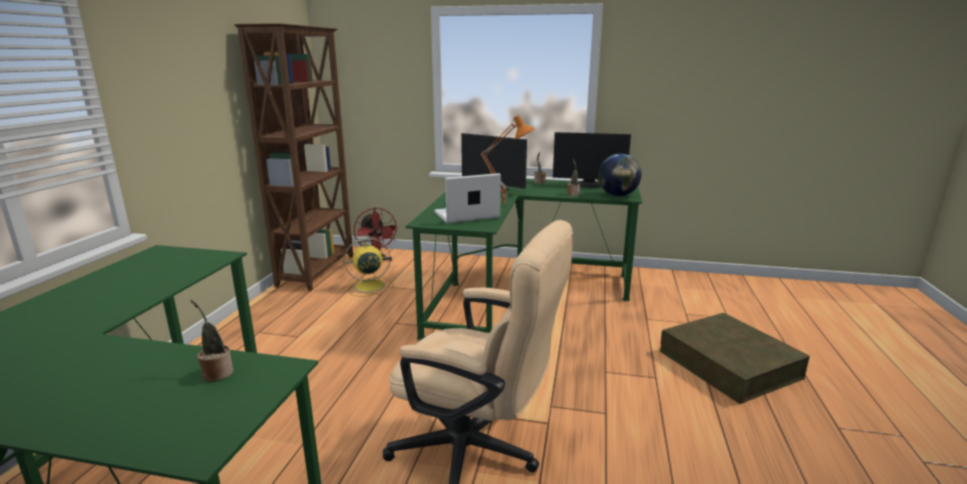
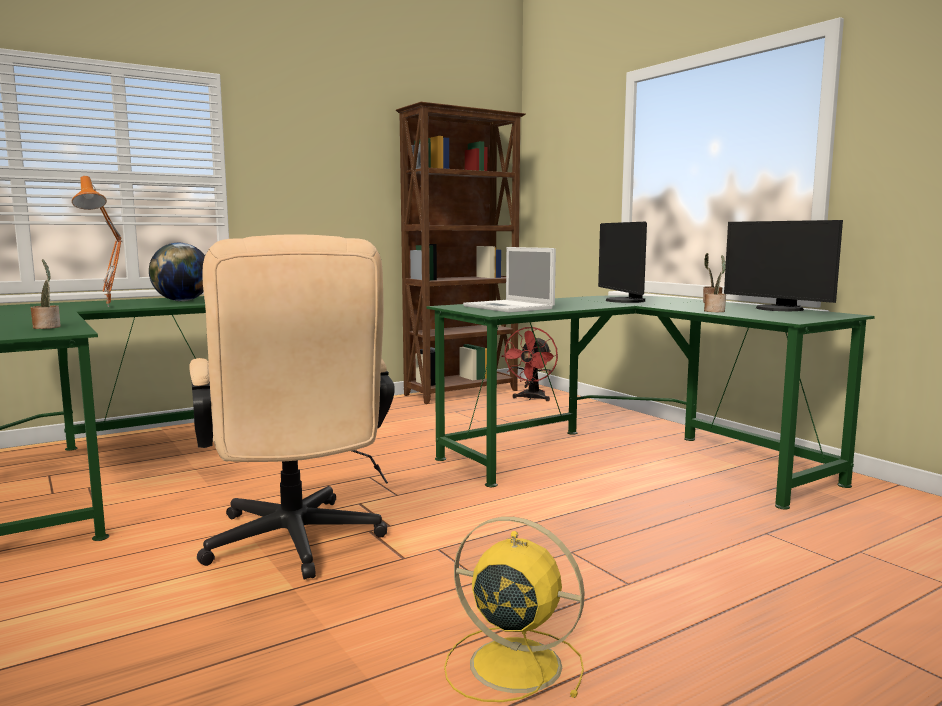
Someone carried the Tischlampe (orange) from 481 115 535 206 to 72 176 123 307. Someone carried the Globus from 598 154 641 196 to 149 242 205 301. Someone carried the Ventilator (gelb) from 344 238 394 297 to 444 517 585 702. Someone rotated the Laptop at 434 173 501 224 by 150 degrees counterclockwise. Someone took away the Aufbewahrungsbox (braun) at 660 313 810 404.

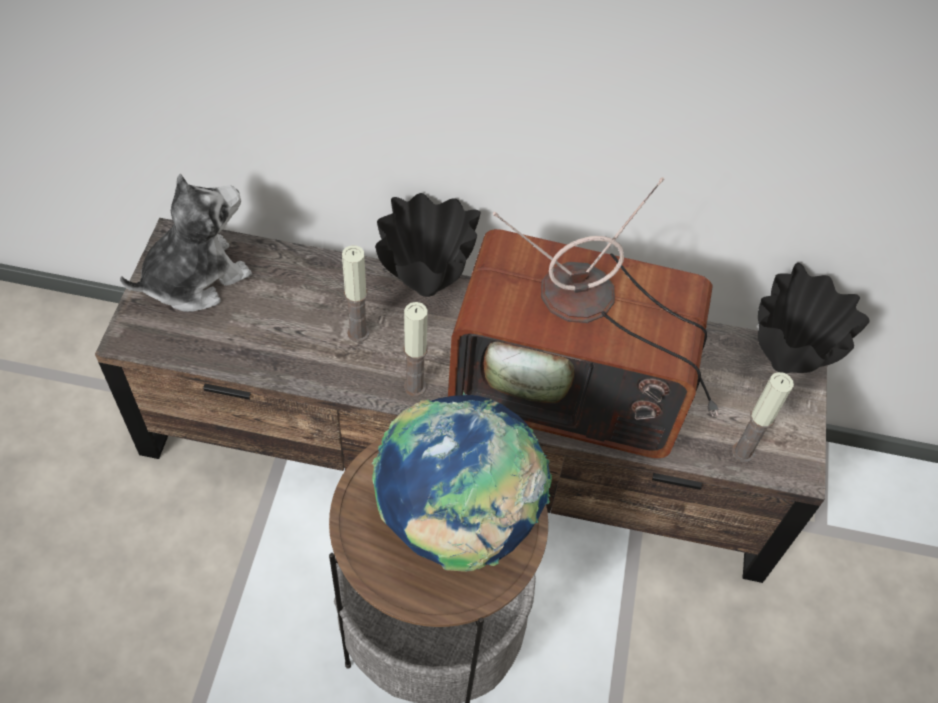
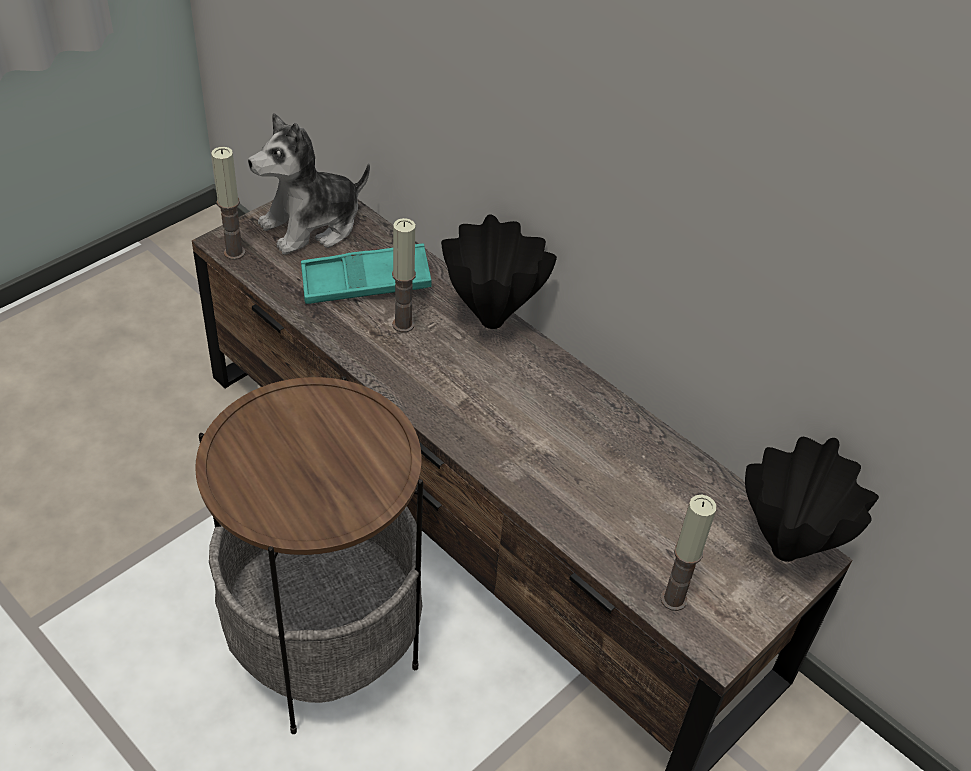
Someone carried the Kerze from 403 302 428 396 to 211 147 245 260. Someone rotated the Plüschtier at 120 174 252 312 by 150 degrees clockwise. Someone put down the Tablett (türkis) at 301 243 432 304. Someone took away the Globus at 372 391 552 572. Someone took away the Fernseher at 448 177 719 458.

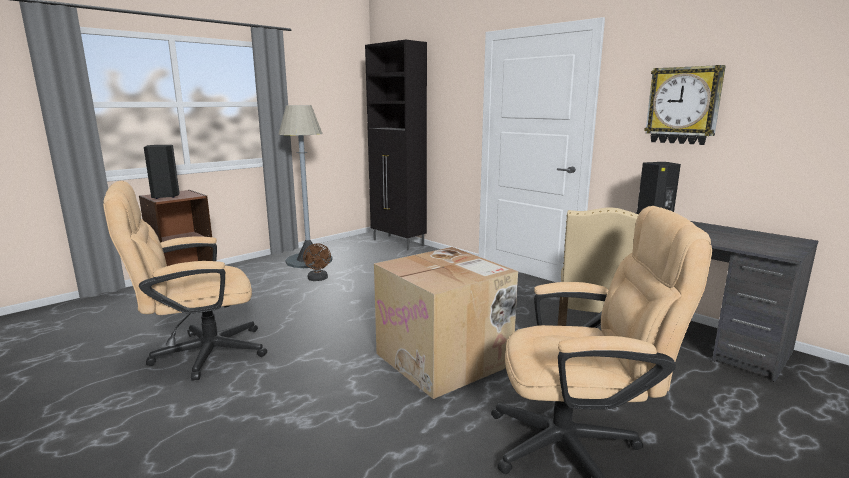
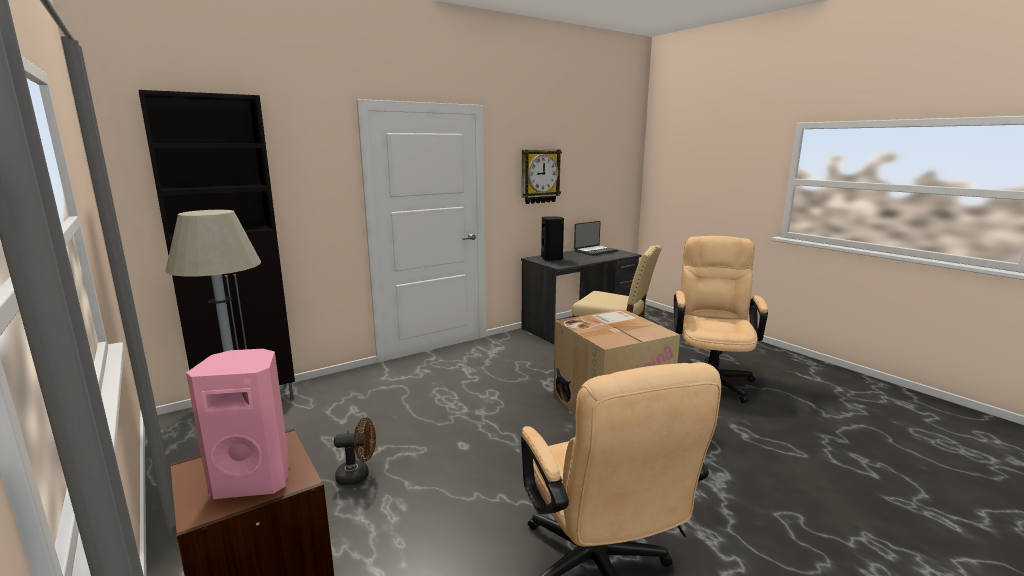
Someone repainted the Lautsprecher (schwarz) at 144 145 180 199, which became the Lautsprecher (rosa) at 186 349 290 499. Someone put down the Laptop at 574 221 617 256.

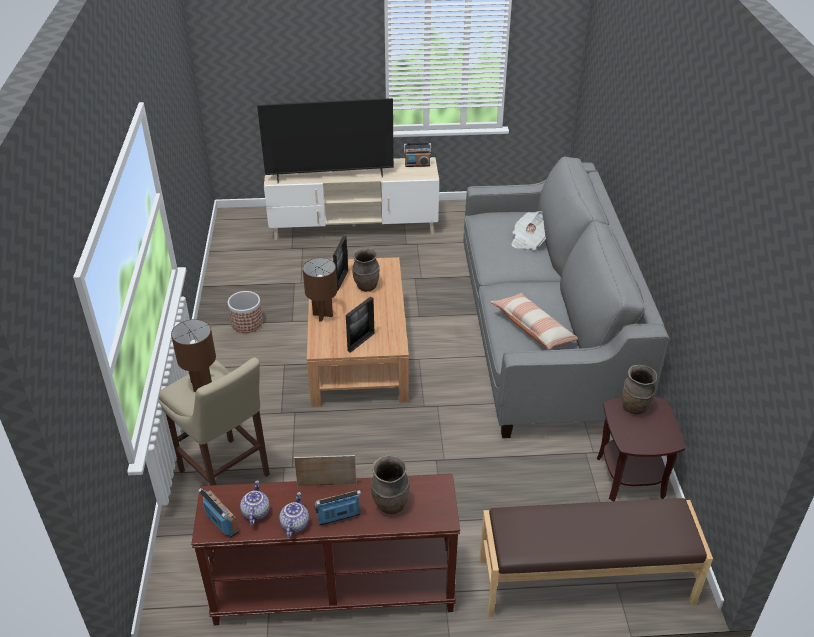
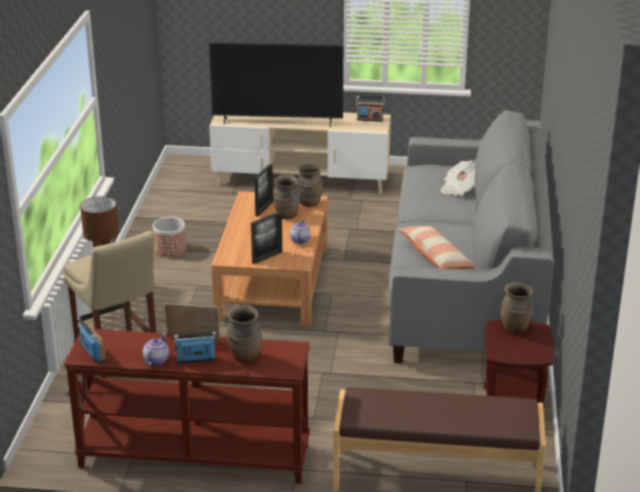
Someone carried the Teekanne from 240 480 270 526 to 290 219 311 244. Someone put down the Vase (braun) at 297 164 323 207. Someone took away the Tischlampe (braun) at 303 258 337 322.

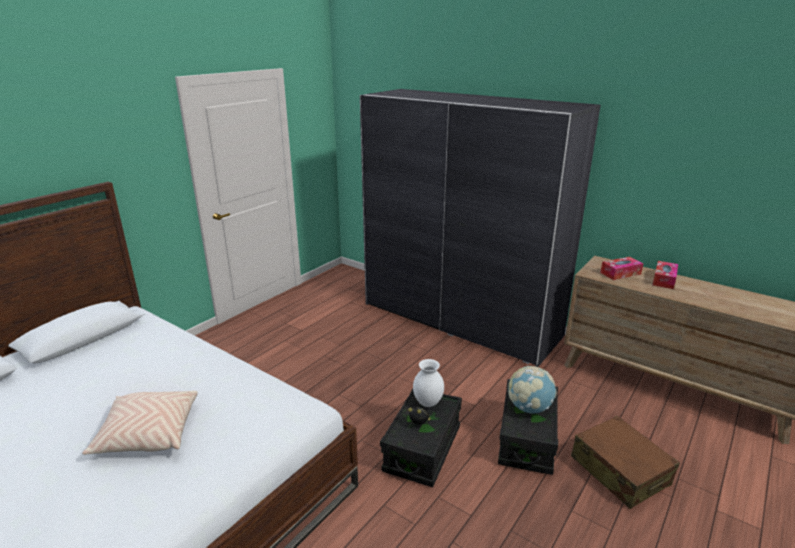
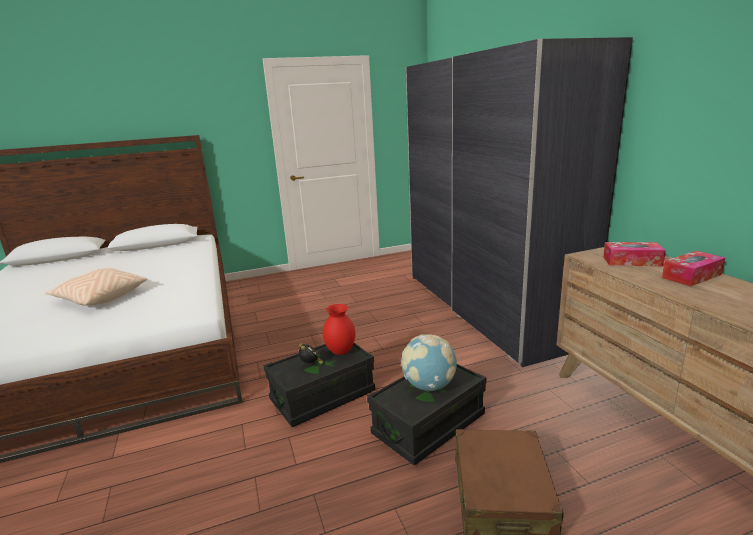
Someone repainted the Vase (weiß) at 413 359 444 407, which became the Vase (rot) at 323 304 356 355.

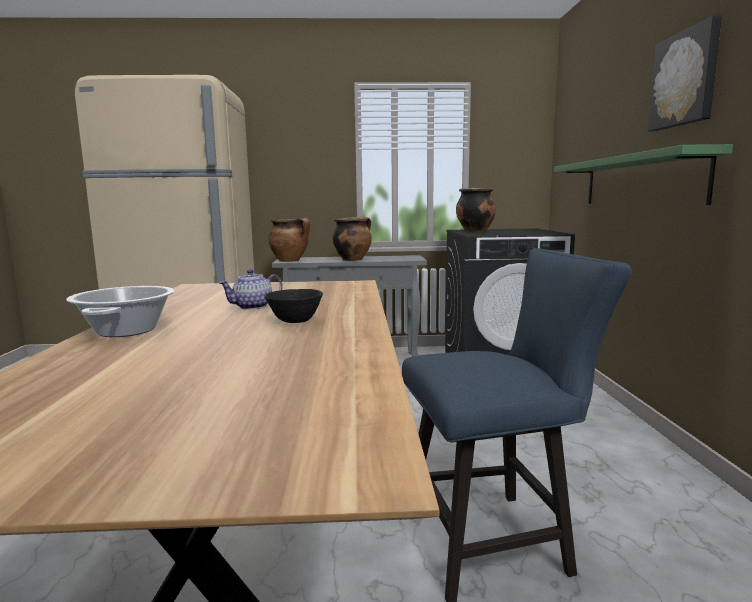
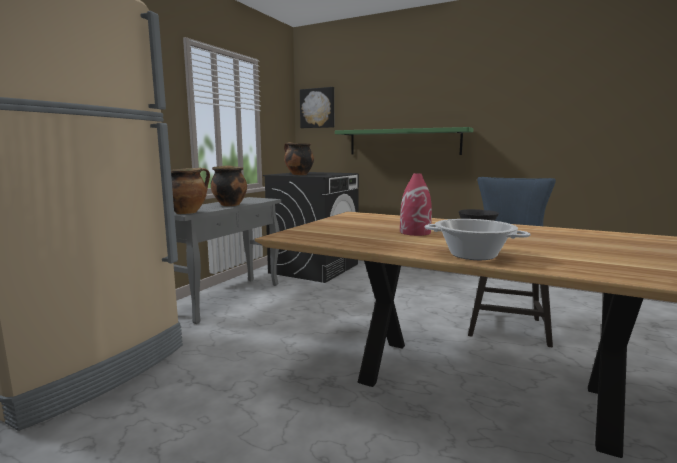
Someone carried the Bild from 648 15 722 132 to 300 87 334 128. Someone swapped the Teekanne at 219 269 283 310 for the Vase (rot) at 400 173 432 236.

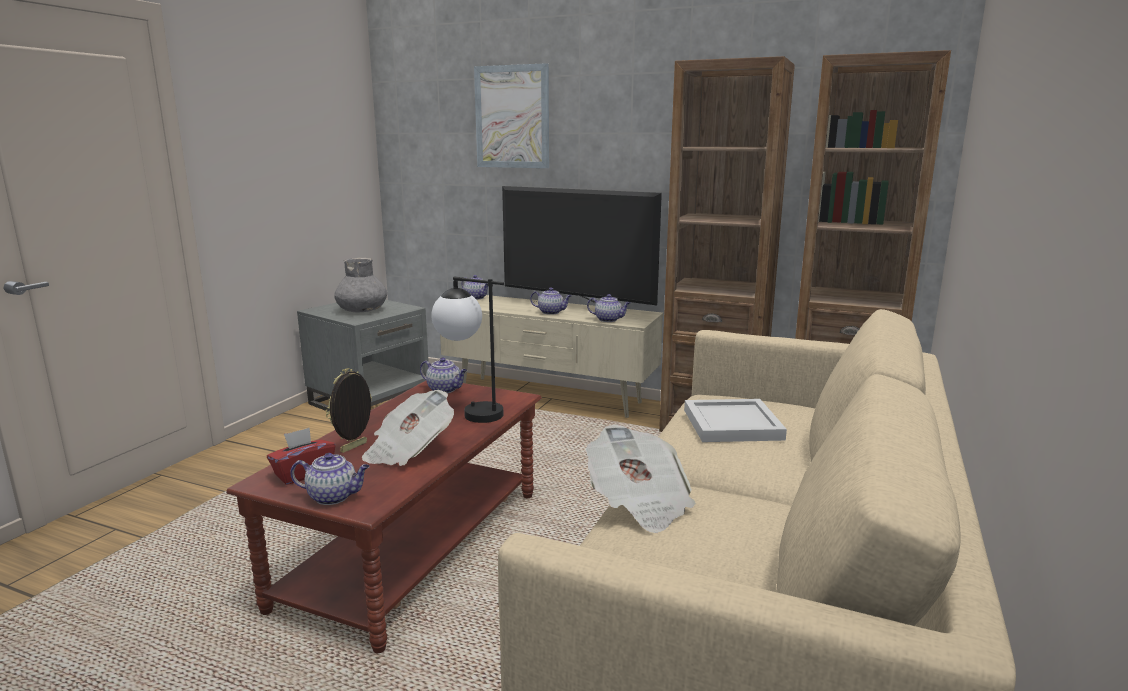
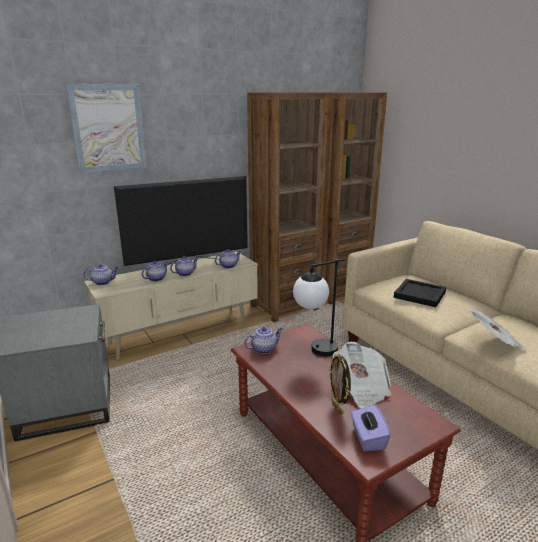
Someone carried the Teekanne from 290 453 370 505 to 142 261 169 281. Someone repainted the Taschentuchbox (rot) at 267 428 335 485, which became the Taschentuchbox (lila) at 351 405 390 451. Someone repainted the Tablett (weiß) at 684 399 787 442, which became the Tablett (schwarz) at 394 279 446 307. Someone took away the Vase (grau) at 334 258 387 312.

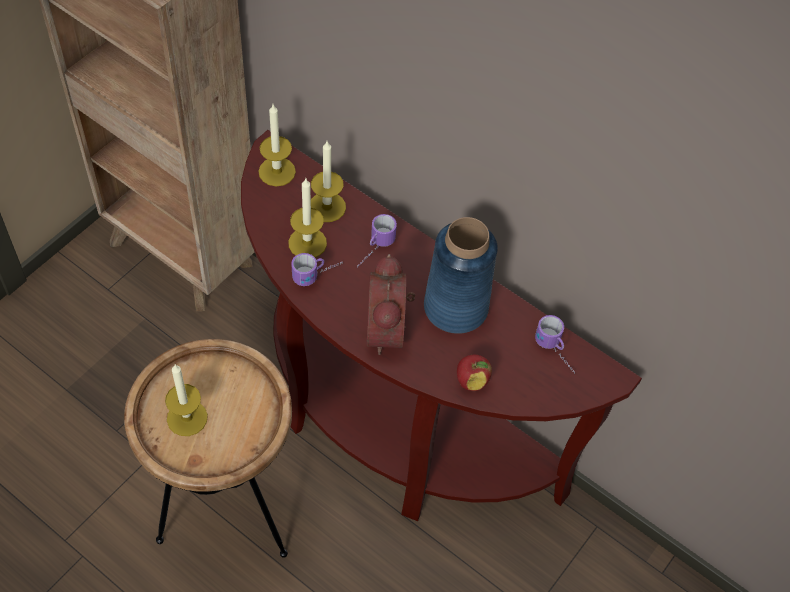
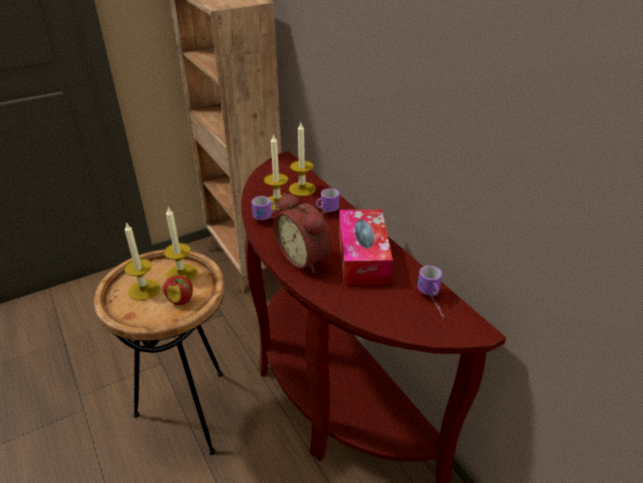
Someone carried the Apfel from 457 355 492 391 to 163 276 193 305. Someone carried the Kerze from 259 104 296 186 to 164 207 197 281. Someone rotated the Wecker at 366 254 415 355 by 60 degrees counterclockwise. Someone swapped the Vase (blau) at 424 217 498 334 for the Taschentuchbox at 339 209 393 285.

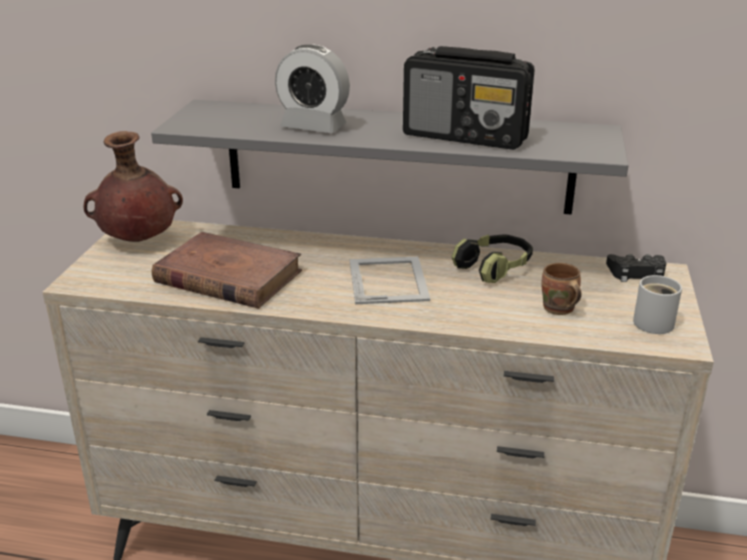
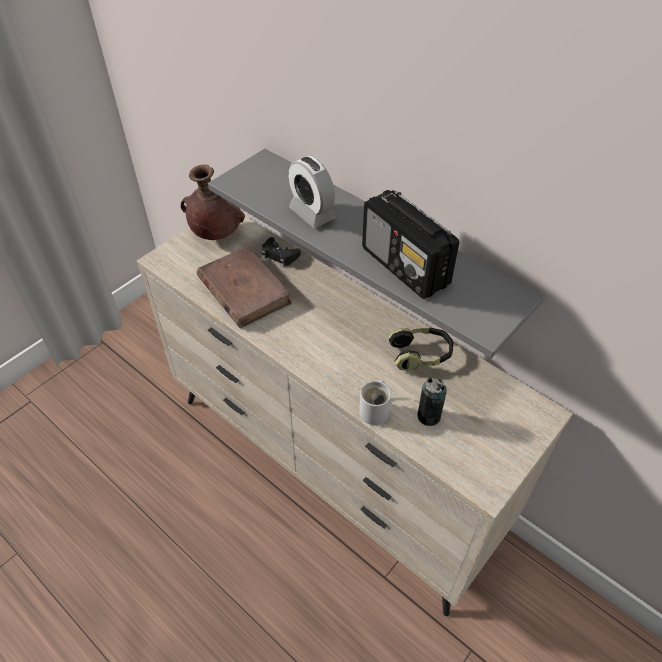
Someone carried the Gamepad (schwarz) from 606 254 666 282 to 262 237 301 267. Someone carried the Henkelbecher (weiß) from 633 275 682 334 to 359 380 391 425. Someone swapped the Henkelbecher (braun) at 541 263 582 315 for the Dose at 417 377 447 426. Someone took away the Bilderrahmen at 350 257 430 304.

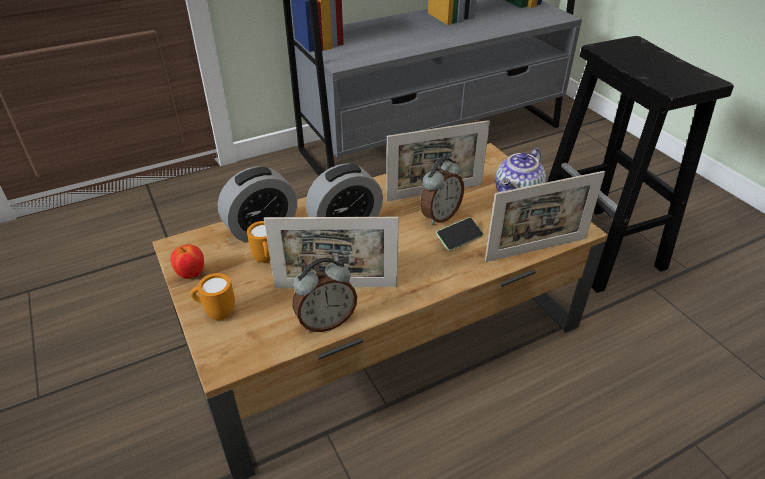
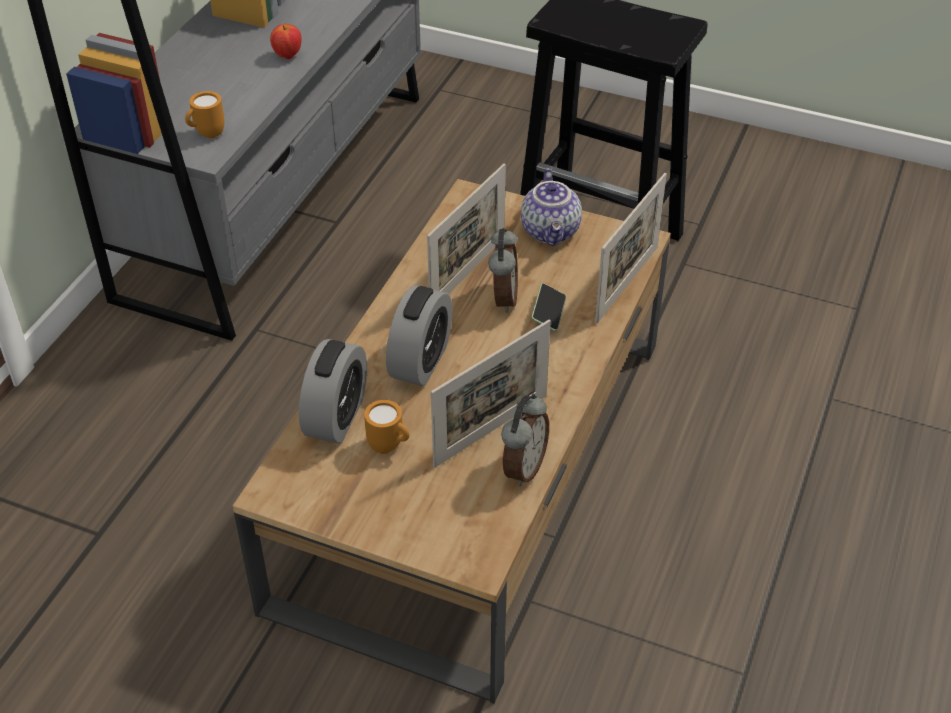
Someone carried the Henkelbecher (orange) from 190 273 235 320 to 185 91 224 138. Someone carried the Apfel from 171 244 204 279 to 270 24 302 59.

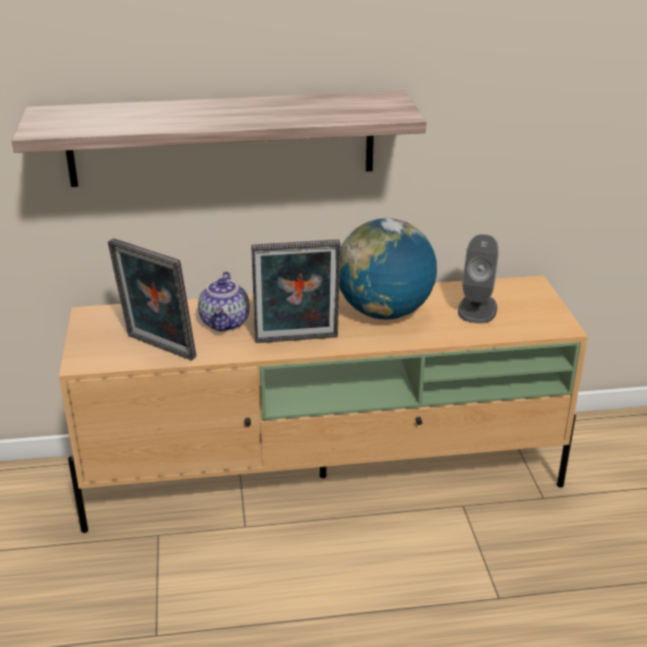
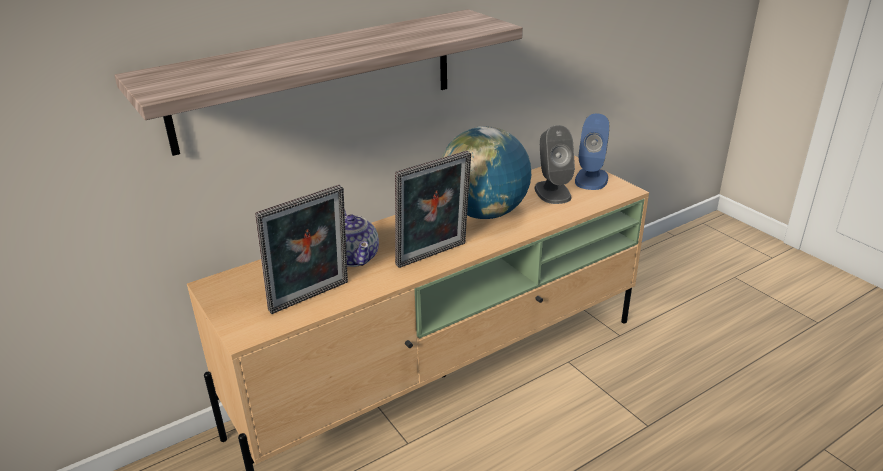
Someone rotated the Bilderrahmen at 108 238 196 360 by 45 degrees counterclockwise. Someone put down the Lautsprecher (blau) at 575 114 610 190.

